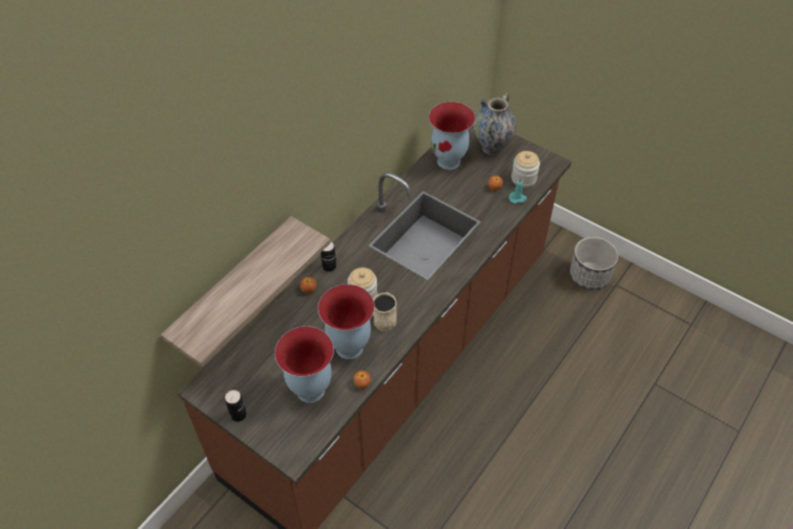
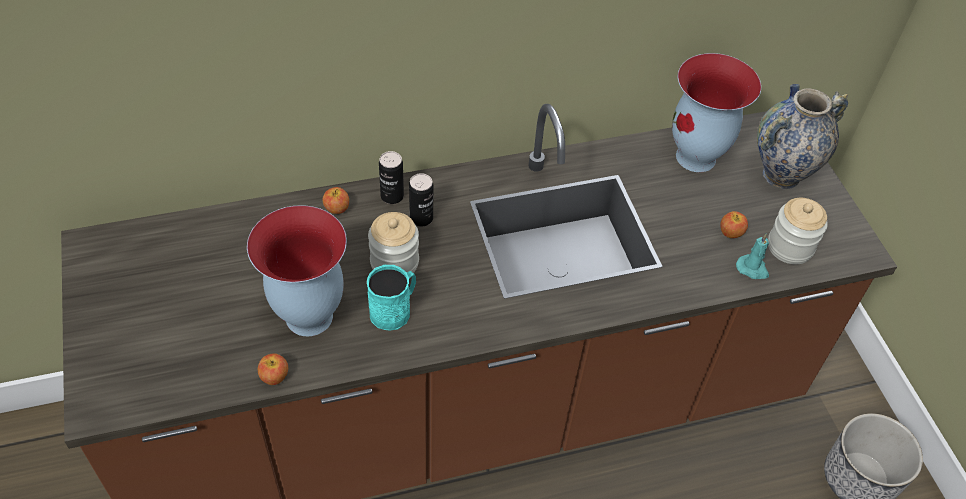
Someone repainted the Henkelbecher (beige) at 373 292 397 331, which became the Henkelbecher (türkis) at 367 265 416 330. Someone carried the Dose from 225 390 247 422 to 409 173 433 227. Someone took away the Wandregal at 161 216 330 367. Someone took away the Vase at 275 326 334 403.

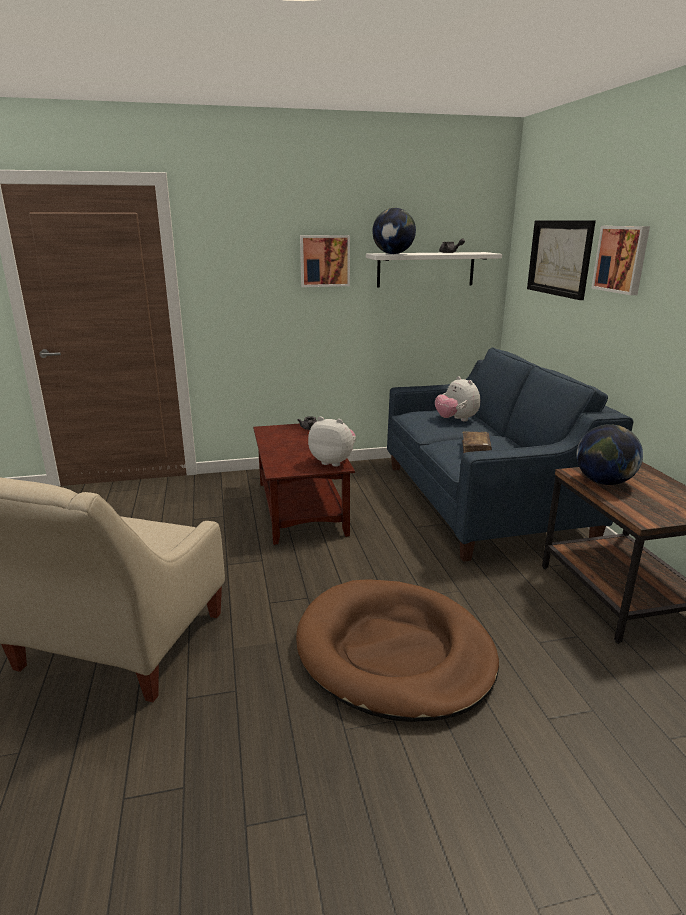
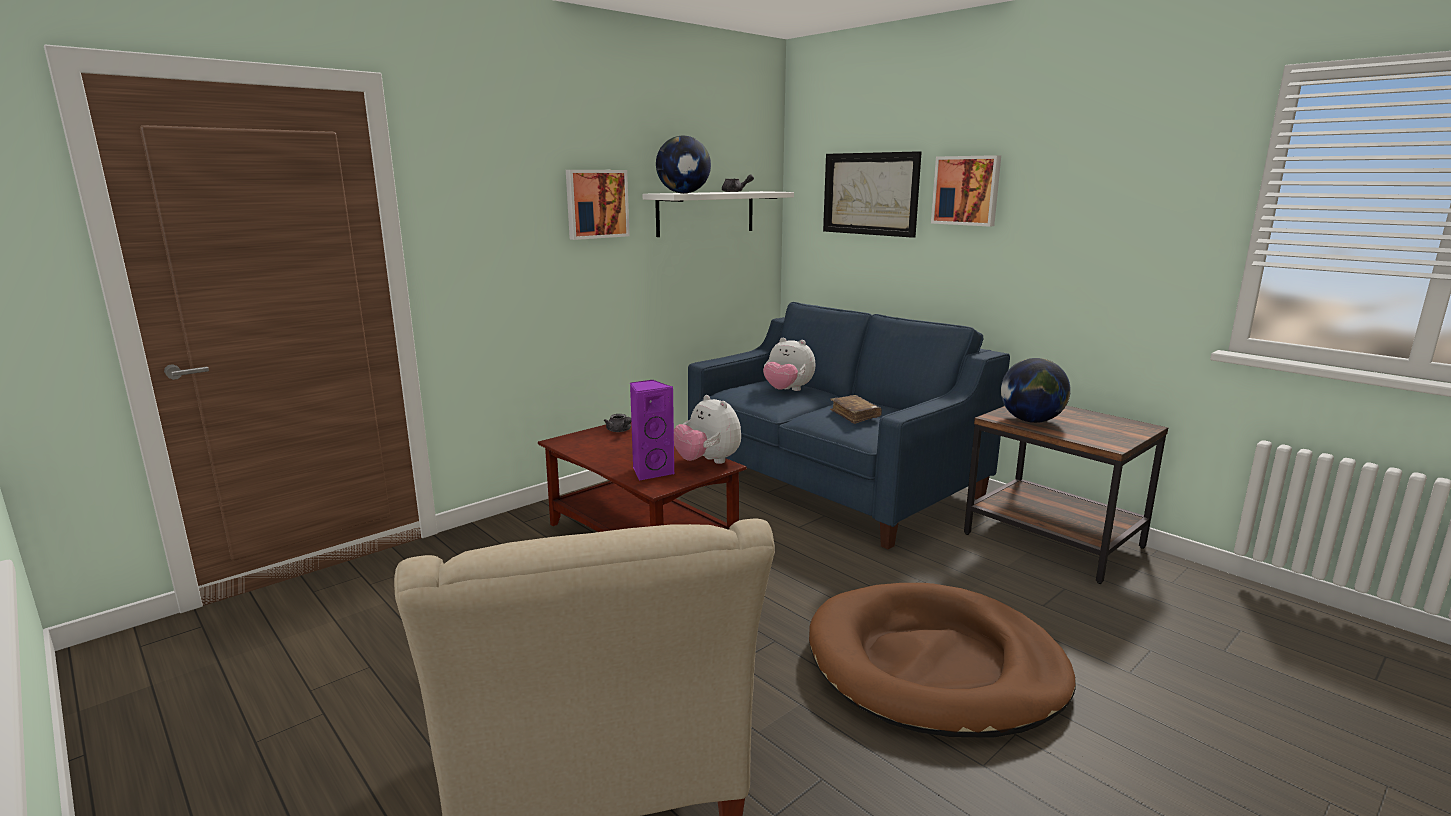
Someone put down the Lautsprecher (lila) at 630 379 674 481. Someone rotated the Plüschtier at 308 416 356 467 by 120 degrees counterclockwise.

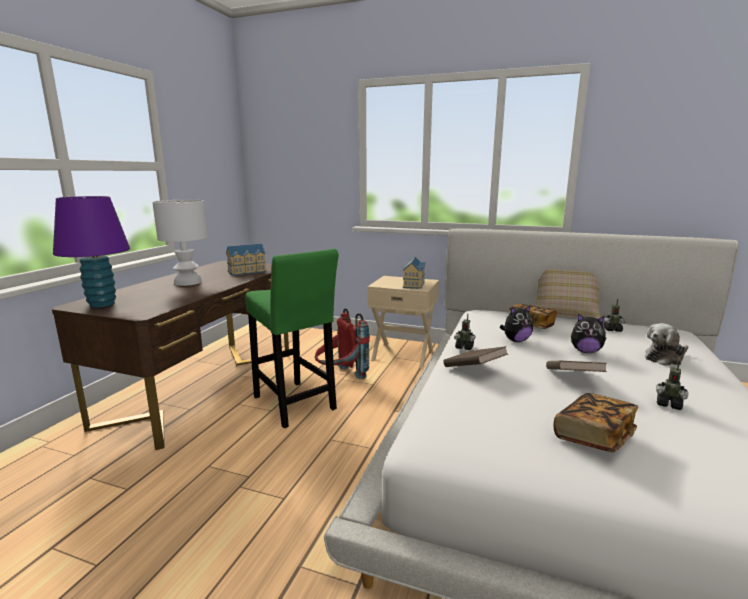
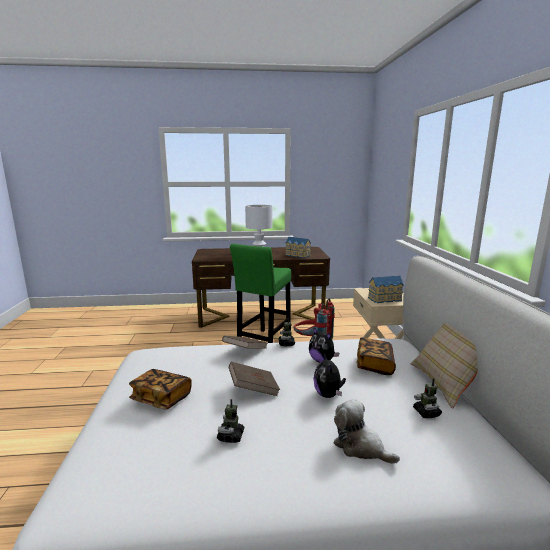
Someone took away the Tischlampe (lila) at 53 196 130 308.

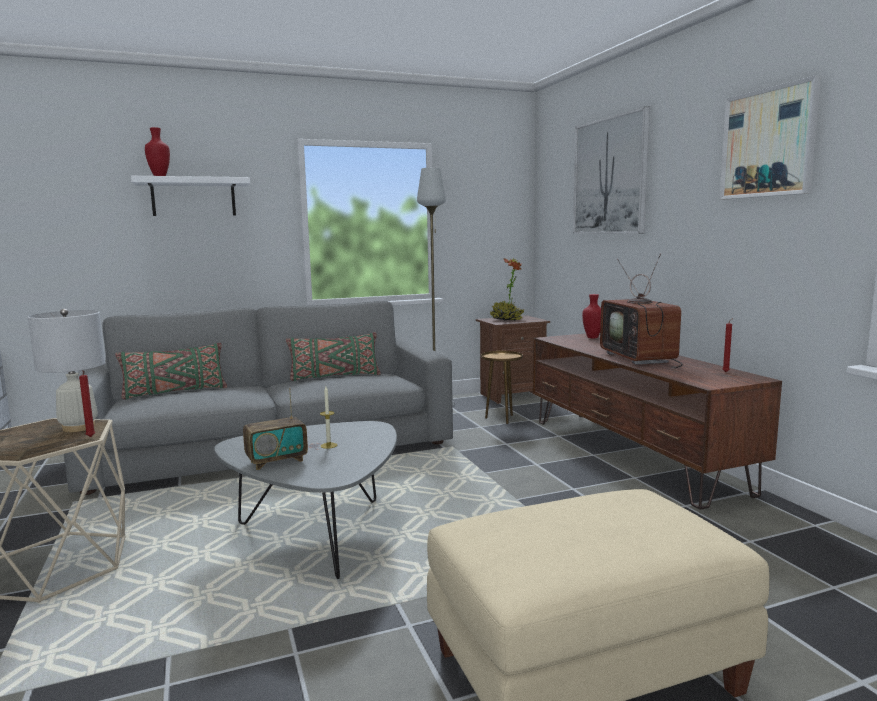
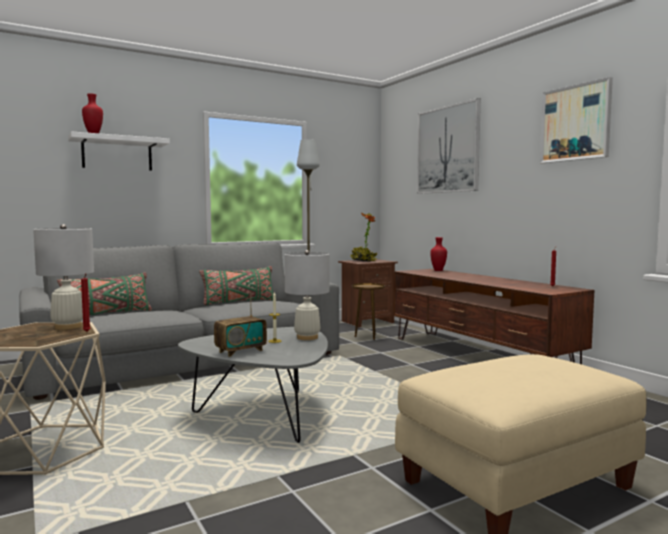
Someone put down the Tischlampe (weiß) at 284 250 329 340. Someone took away the Fernseher at 600 253 683 369.

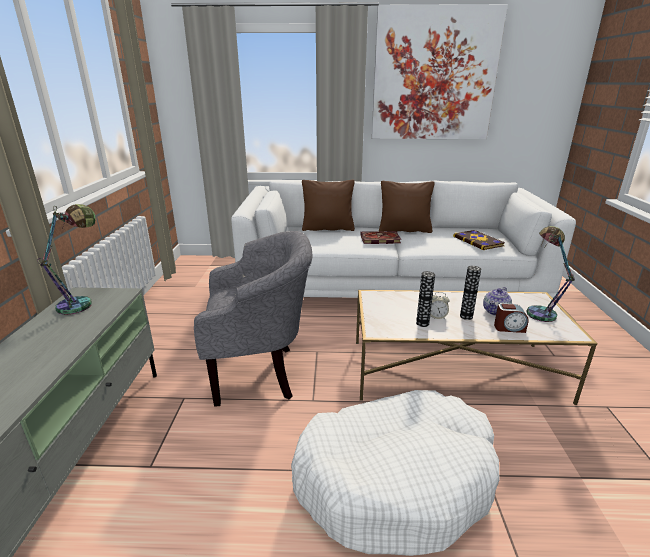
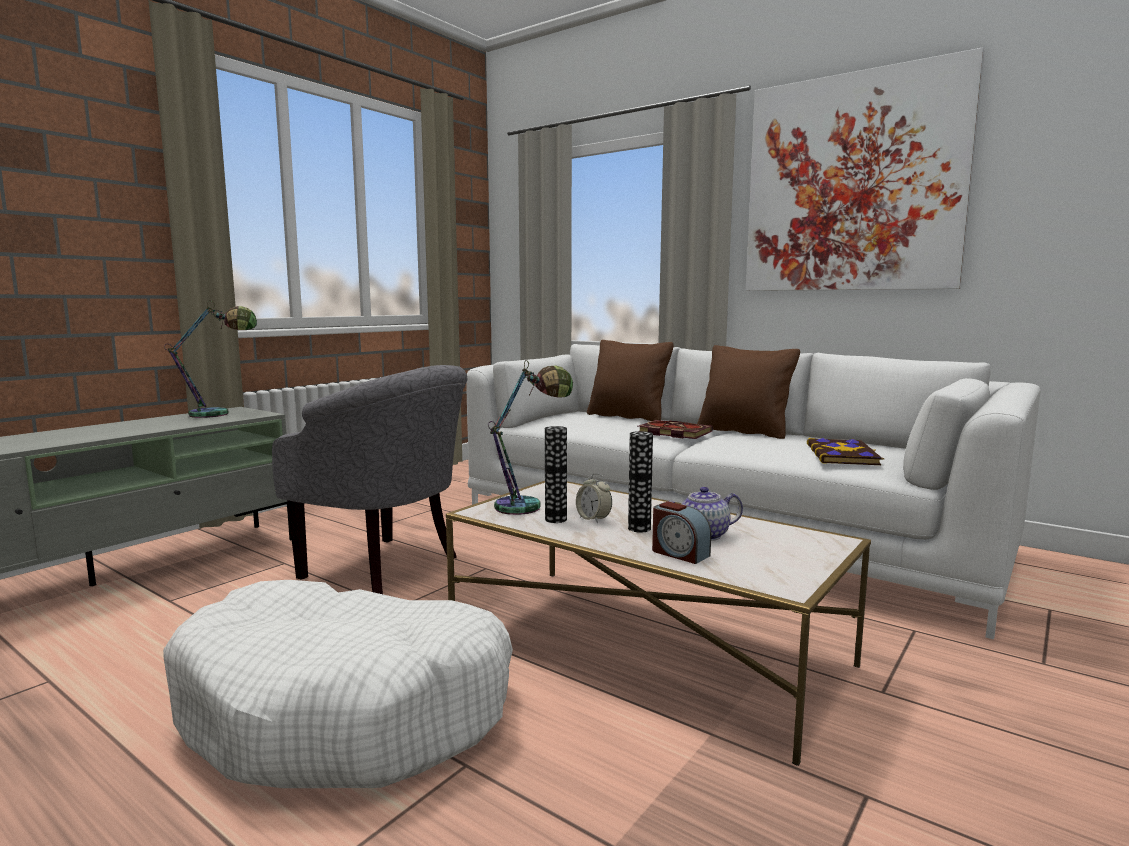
Someone carried the Tischlampe from 526 226 575 322 to 488 360 573 515.

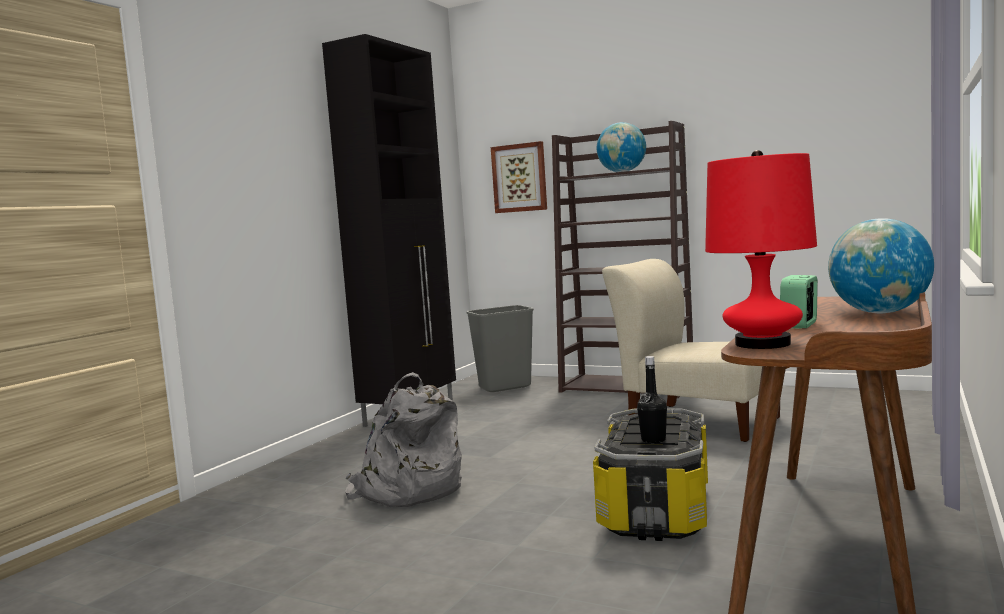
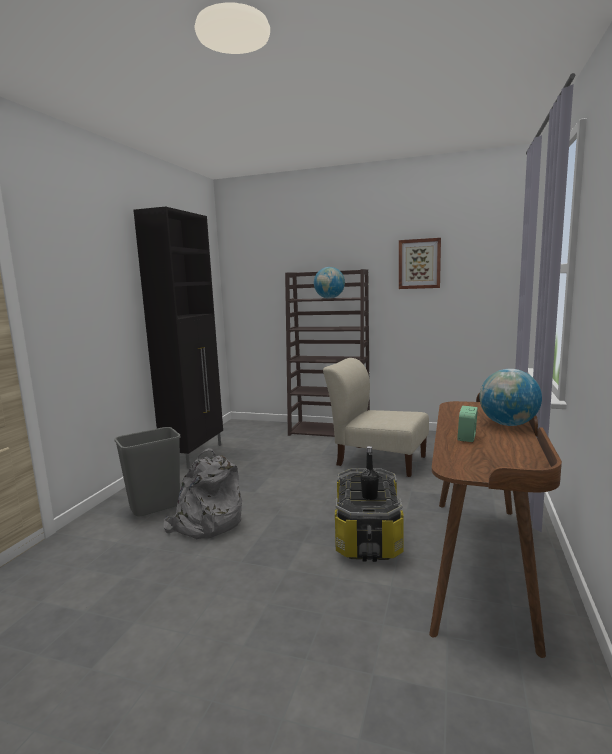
Someone carried the Mülleimer (grau) from 466 305 534 392 to 115 427 181 516. Someone carried the Bild from 491 141 547 213 to 399 238 441 289. Someone took away the Tischlampe (rot) at 705 150 817 349.

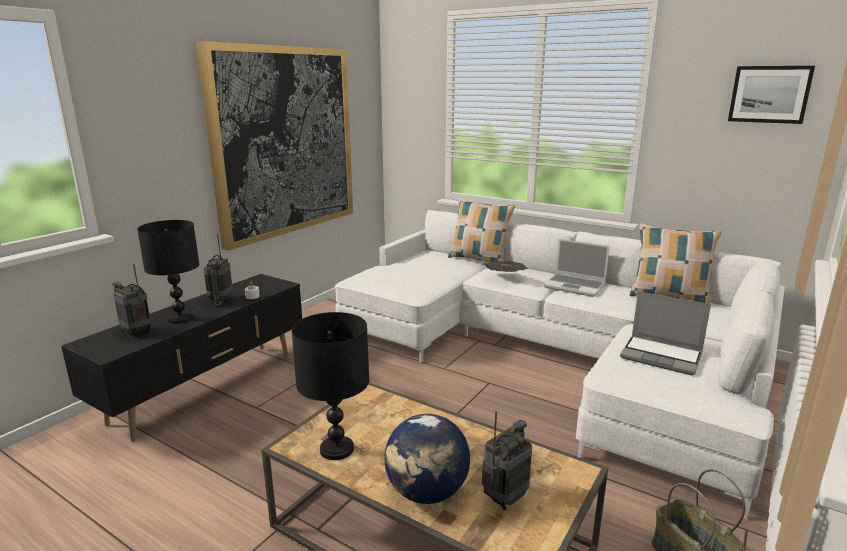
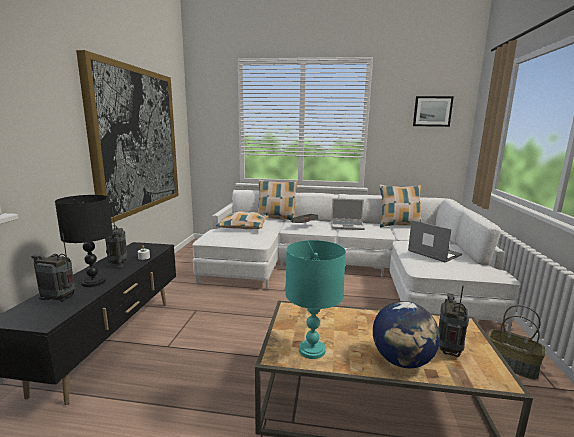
Someone put down the Kissen at 216 211 269 229. Someone repainted the Tischlampe (schwarz) at 292 312 369 460, which became the Tischlampe (türkis) at 286 240 346 359. Someone rotated the Laptop at 620 291 711 375 by 135 degrees counterclockwise.

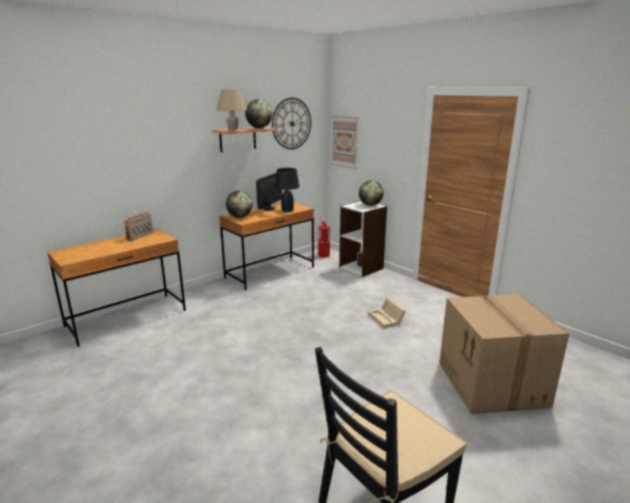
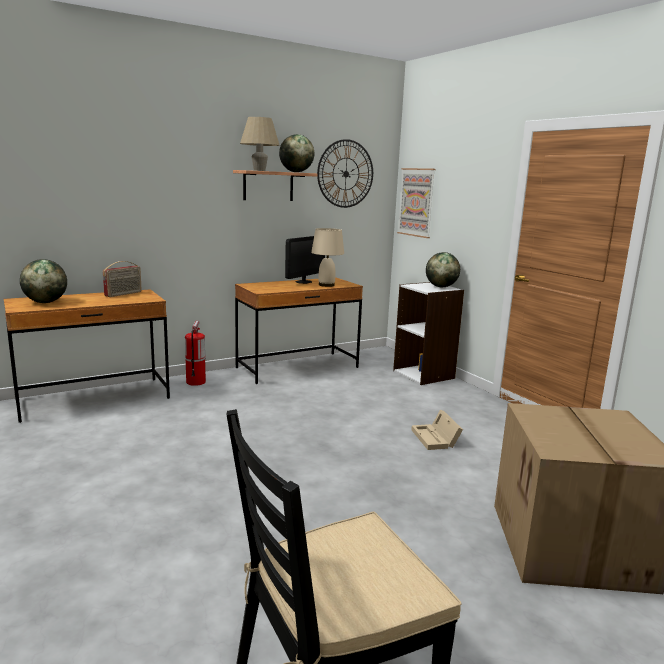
Someone carried the Globus from 226 190 253 218 to 20 259 67 303. Someone carried the Feuerlöscher from 318 218 330 257 to 185 321 206 386. Someone repainted the Tischlampe (schwarz) at 275 168 299 212, which became the Tischlampe (beige) at 311 228 344 287.

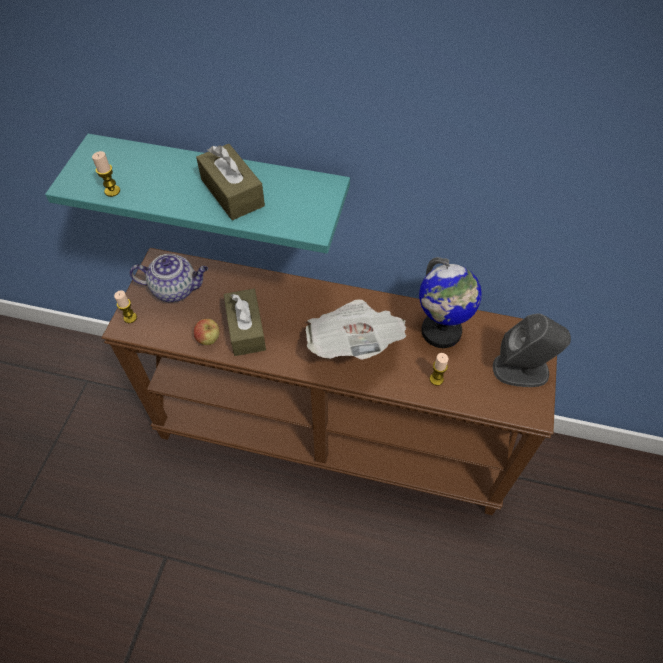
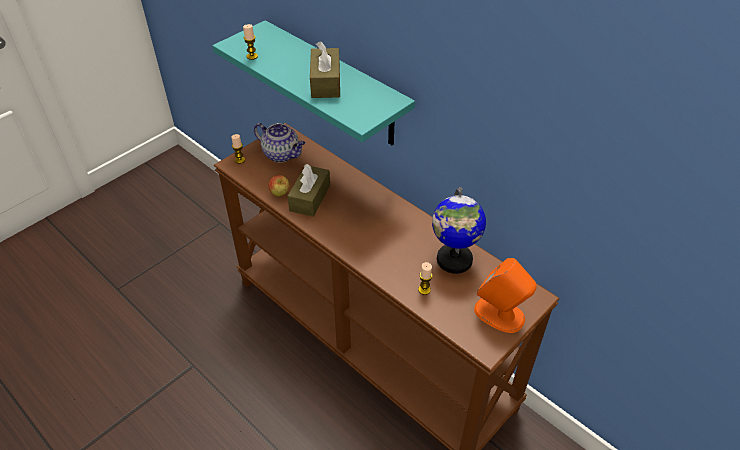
Someone repainted the Lautsprecher (grau) at 493 314 571 387, which became the Lautsprecher (orange) at 474 258 536 333. Someone took away the Zeitung at 306 299 406 360.

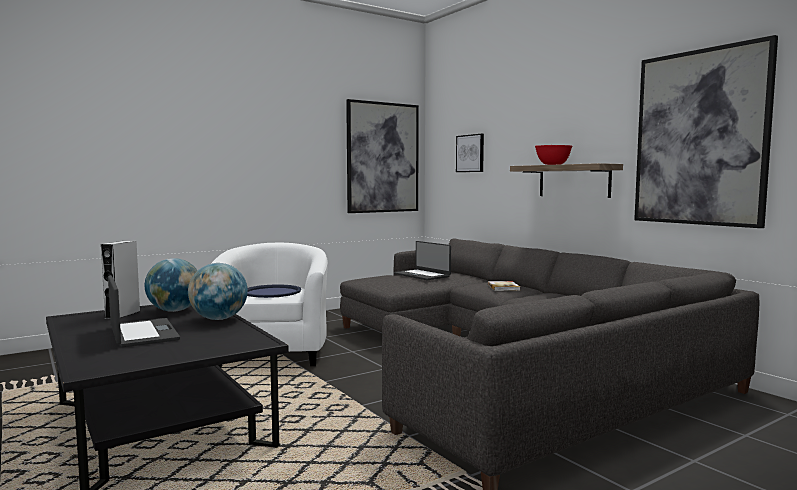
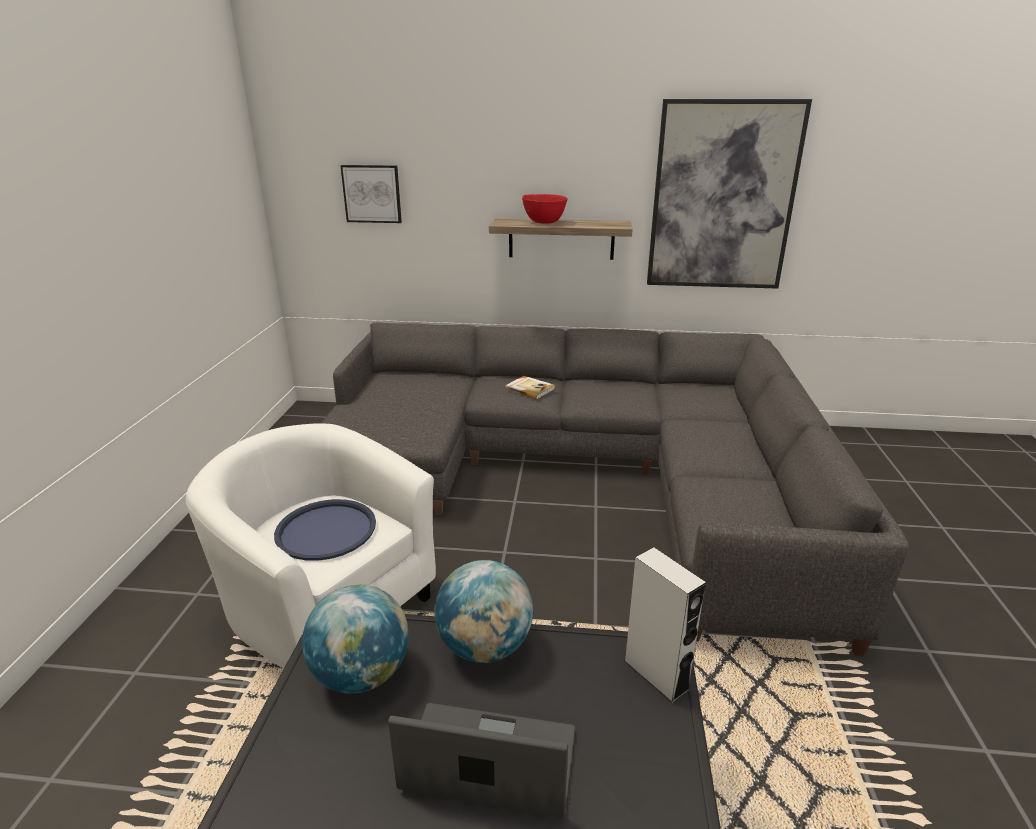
Someone carried the Lautsprecher (grau) from 101 241 140 319 to 624 547 706 703. Someone took away the Bild at 346 99 419 213. Someone took away the Laptop at 394 241 451 280.

